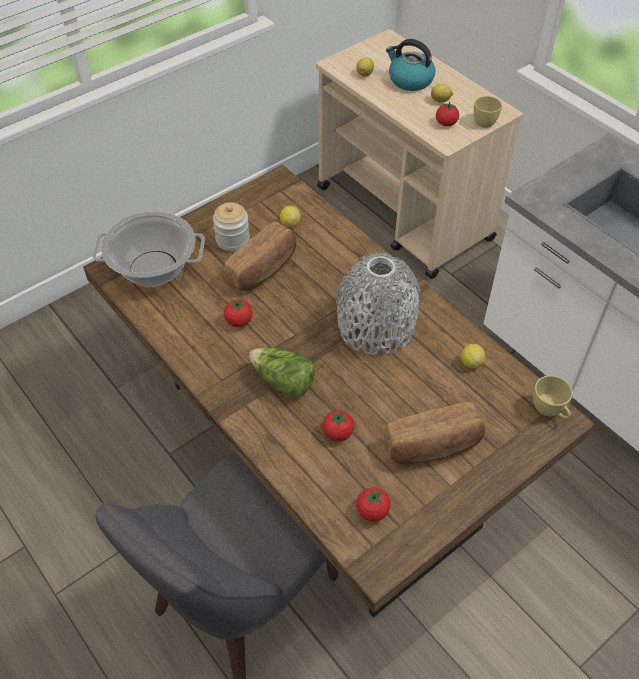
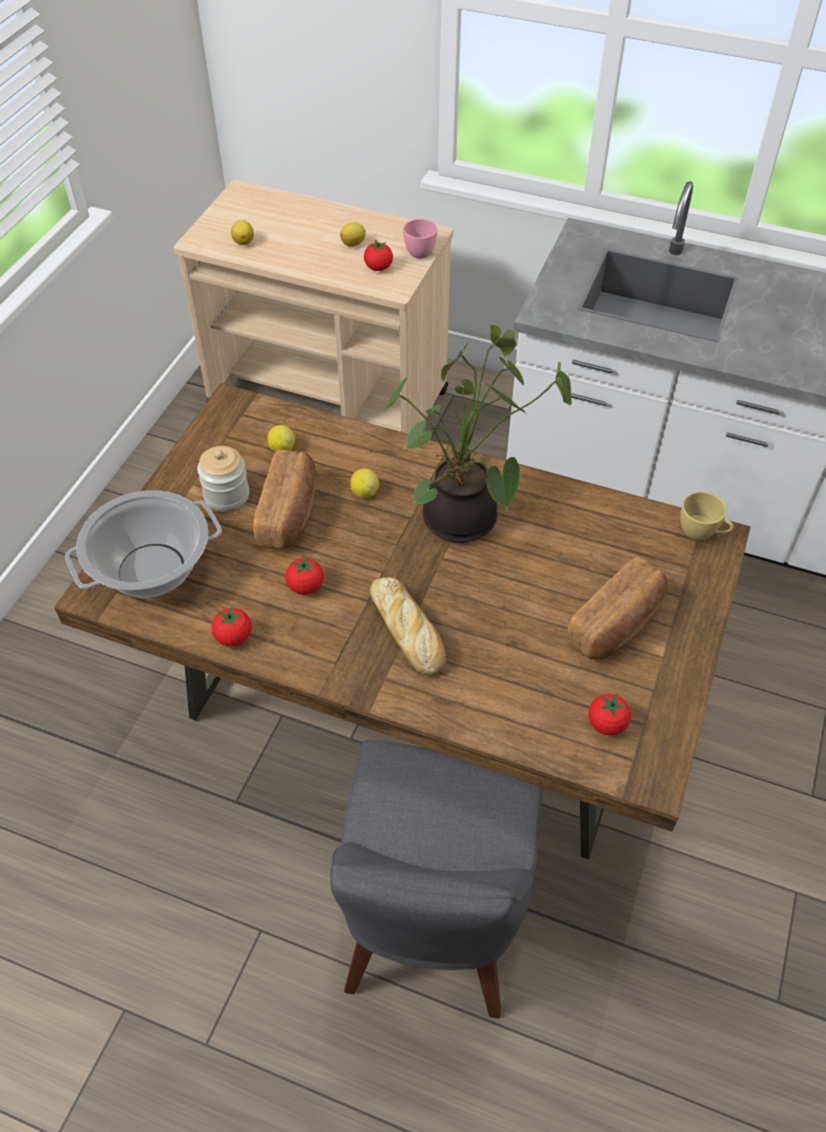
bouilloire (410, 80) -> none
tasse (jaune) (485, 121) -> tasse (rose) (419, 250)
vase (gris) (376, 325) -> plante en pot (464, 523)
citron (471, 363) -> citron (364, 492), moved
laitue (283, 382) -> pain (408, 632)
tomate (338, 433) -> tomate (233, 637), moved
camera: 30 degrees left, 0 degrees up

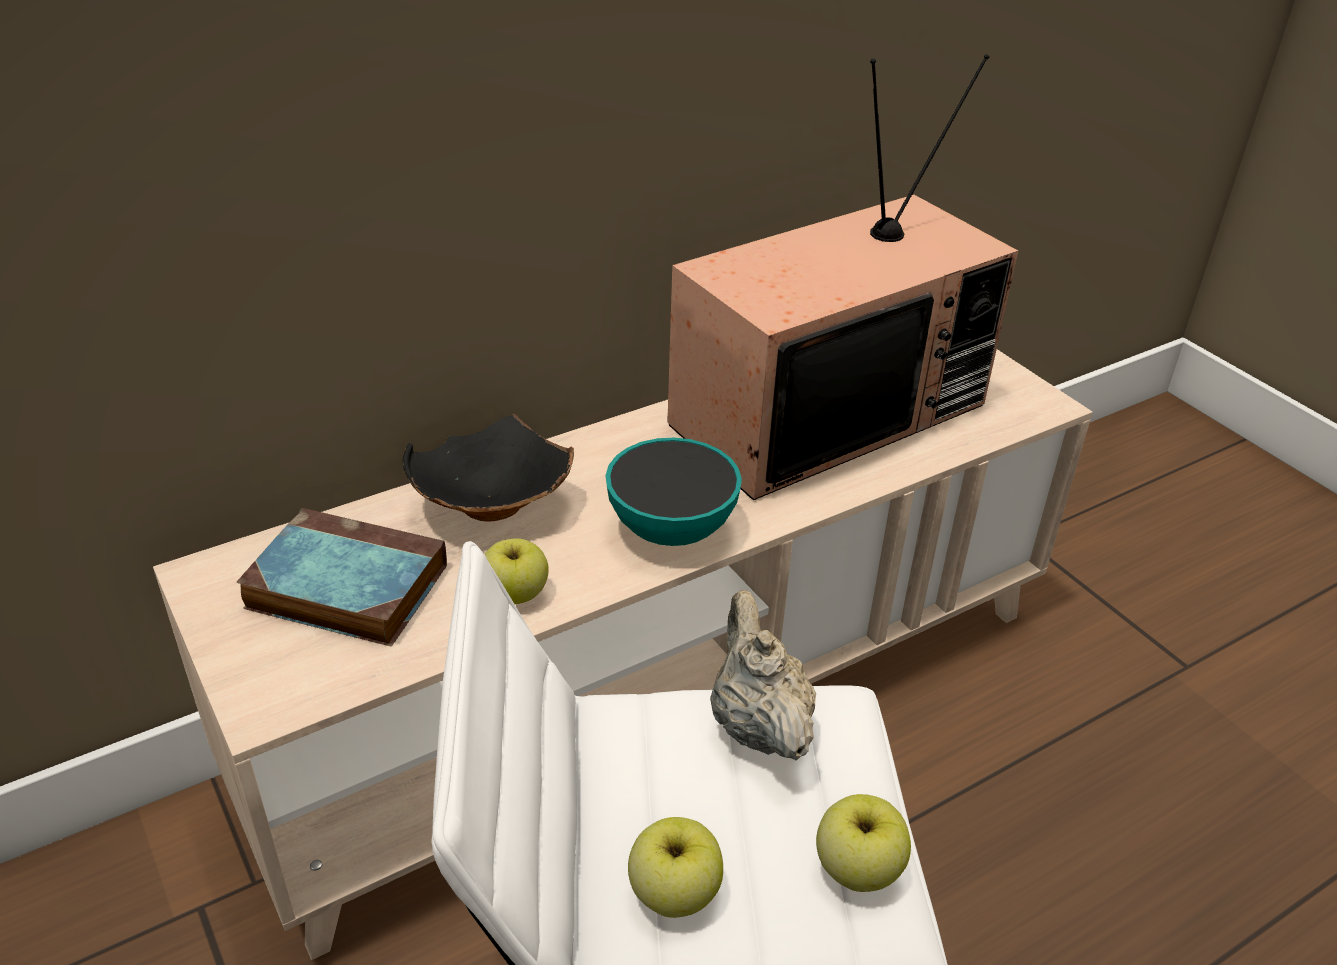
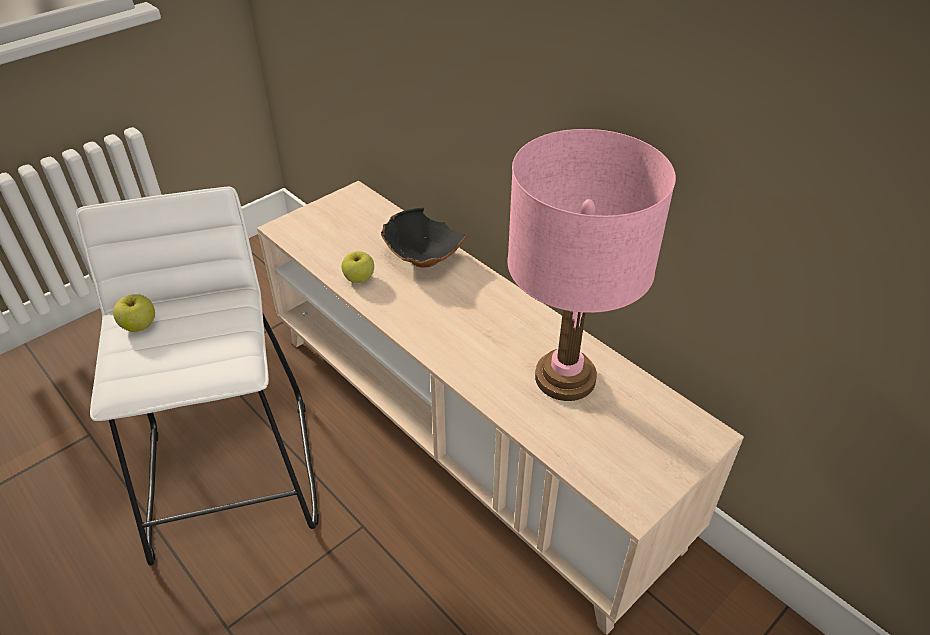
téléviseur (827, 410) -> lampe de table (rose) (565, 378)
bol (671, 529) -> none
livre (342, 587) -> none
théière (beige) (757, 724) -> none
pomme (857, 869) -> none
camera: 80 degrees right, 5 degrees up

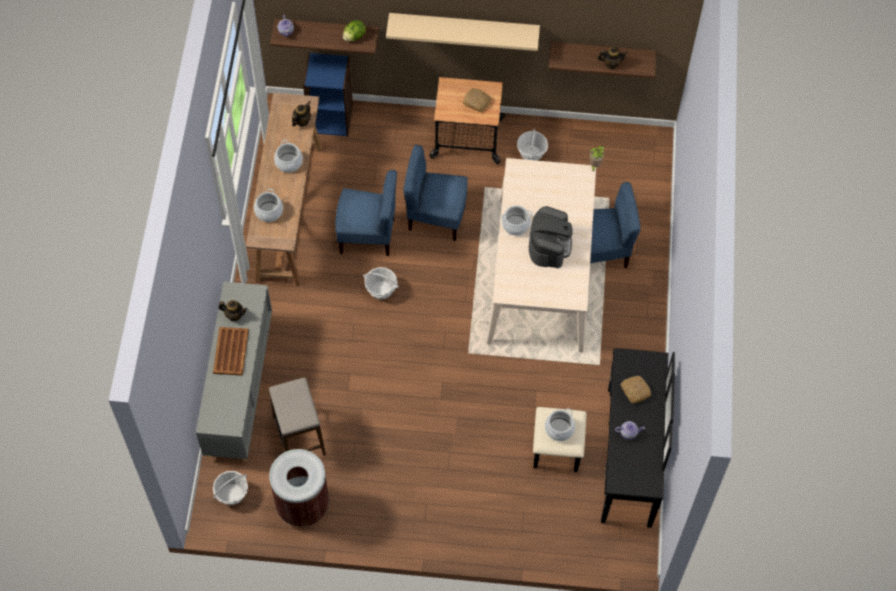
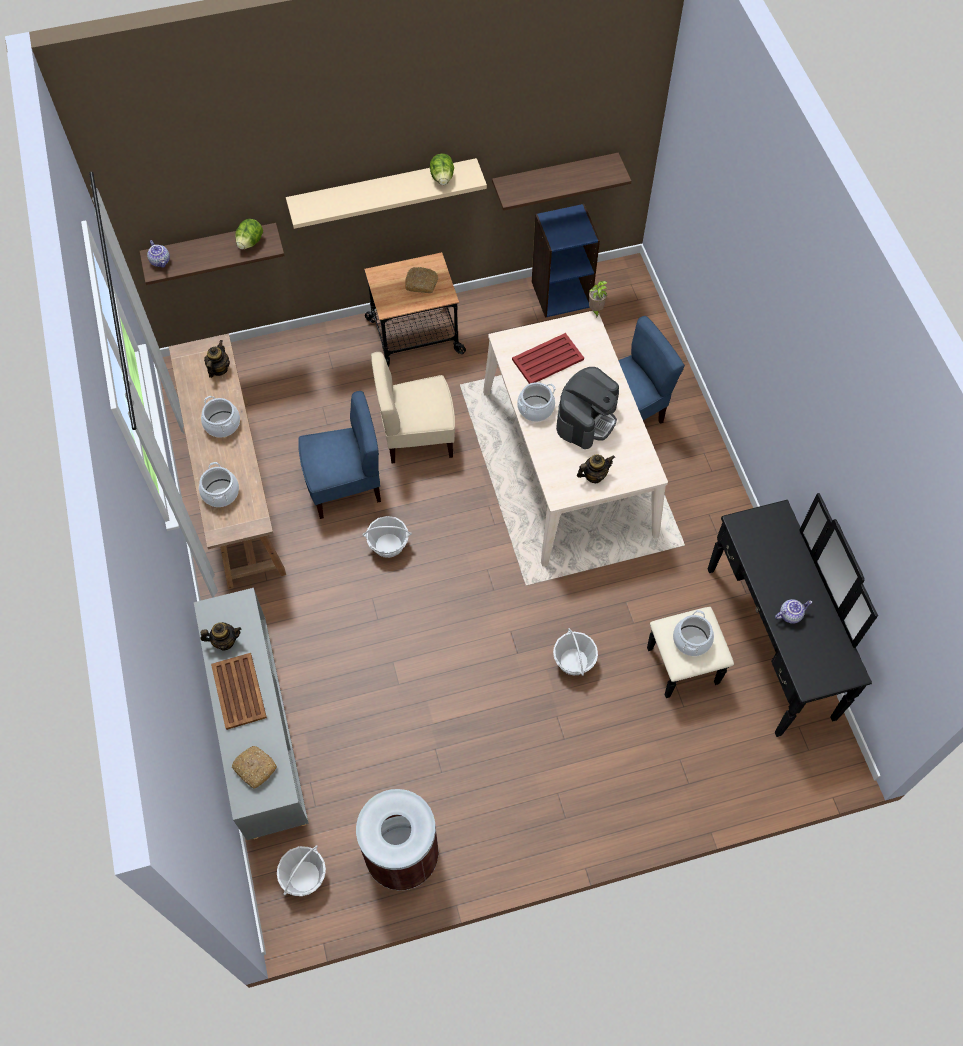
théière (611, 63) -> théière (594, 475), moved
bibliothèque (bleu) (331, 118) -> bibliothèque (bleu) (561, 293), moved
panier (531, 153) -> panier (573, 661), moved
chaise (bleu) (436, 216) -> chaise (beige) (417, 437)
machine à café (549, 245) -> machine à café (586, 419), 45 degrees clockwise
pain (634, 391) -> pain (254, 768), moved
tabouret (299, 436) -> none
none -> laitue (442, 178)
none -> plateau (rouge) (547, 359)
camera: 20 degrees left, 0 degrees up

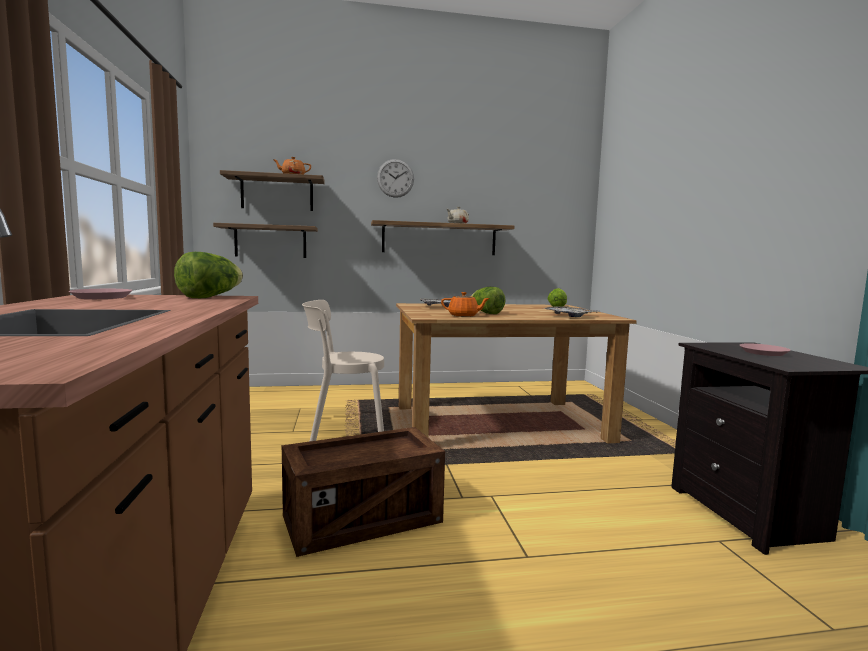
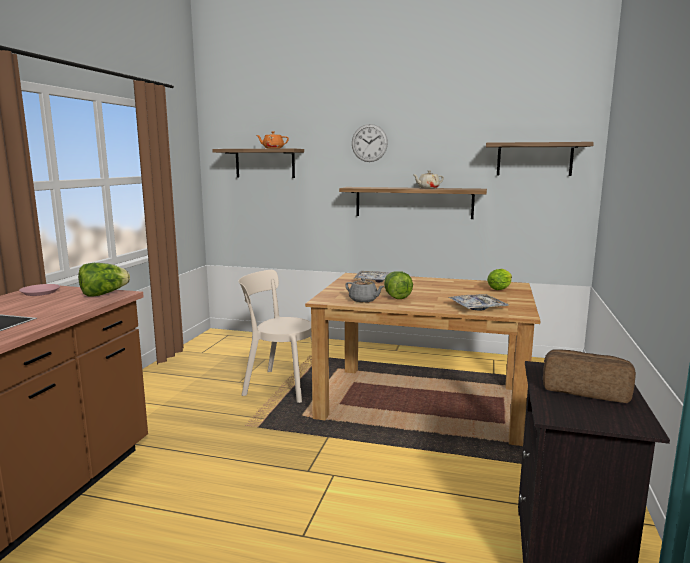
étagère (270, 241) -> étagère (534, 159), moved
théière (orange) (464, 316) -> théière (gris) (364, 300)
assiette (rose) (764, 353) -> pain (586, 390)
caisse (362, 520) -> none
camera: 25 degrees right, 5 degrees up

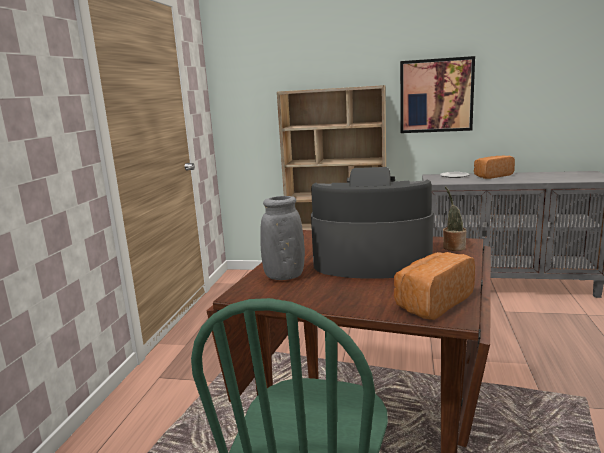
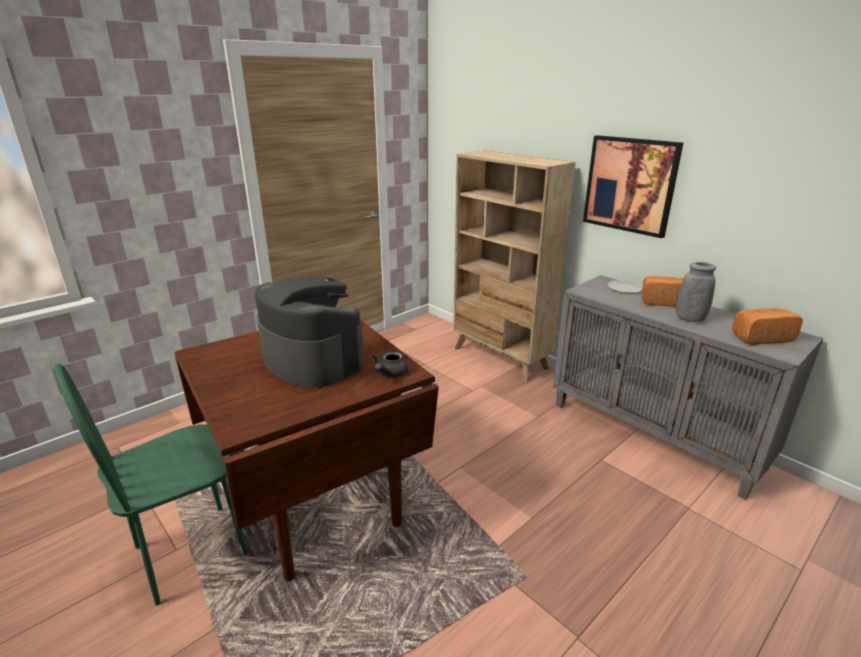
plante en pot (453, 247) -> théière (gris) (389, 374)
vase (gris) (284, 276) -> vase (gris) (690, 318), moved
pain (431, 302) -> pain (759, 337), moved
camera: 35 degrees right, 10 degrees up

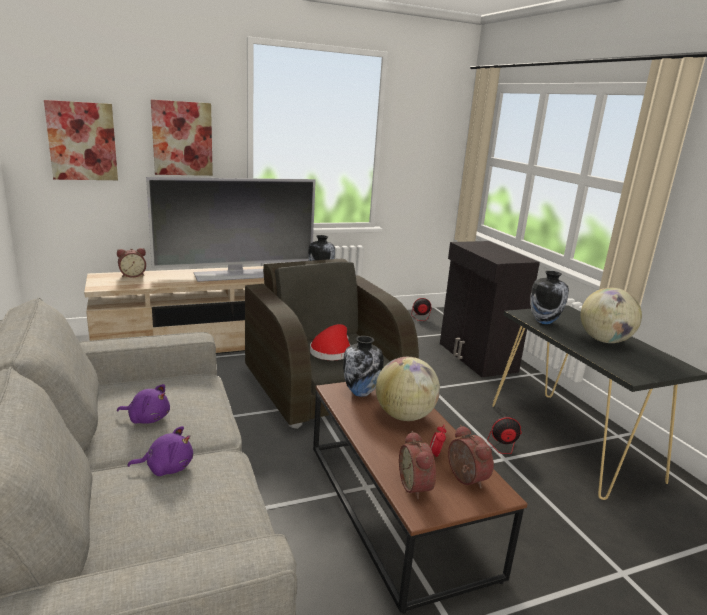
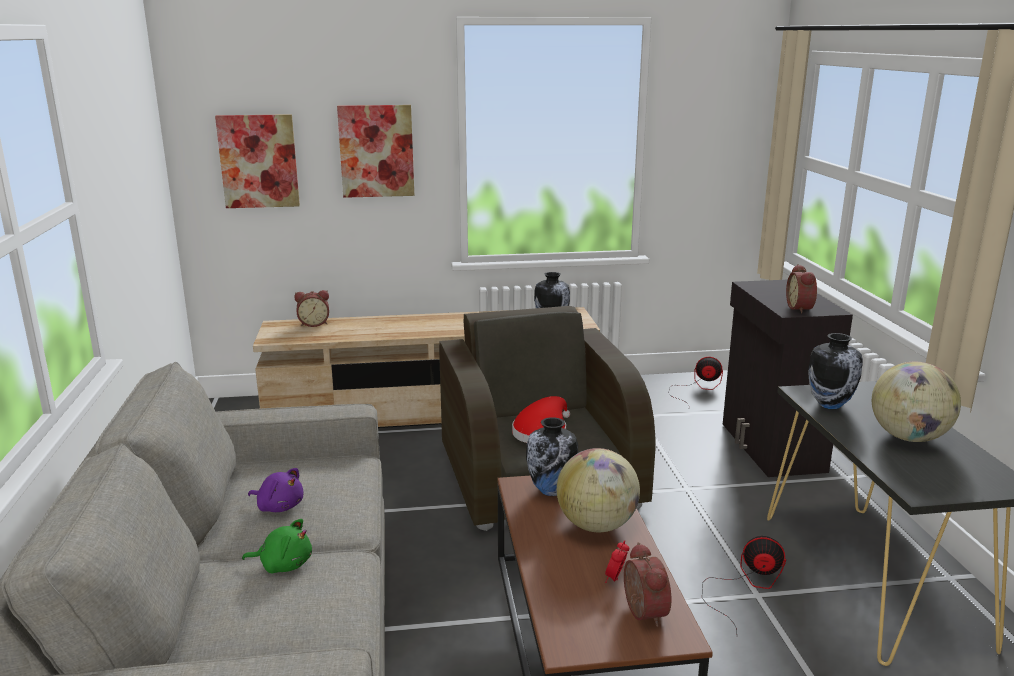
téléviseur (240, 274) -> none
peluche (violet) (166, 467) -> peluche (vert) (283, 564)
réveil (417, 486) -> réveil (801, 308), moved
camera: 15 degrees right, 0 degrees up

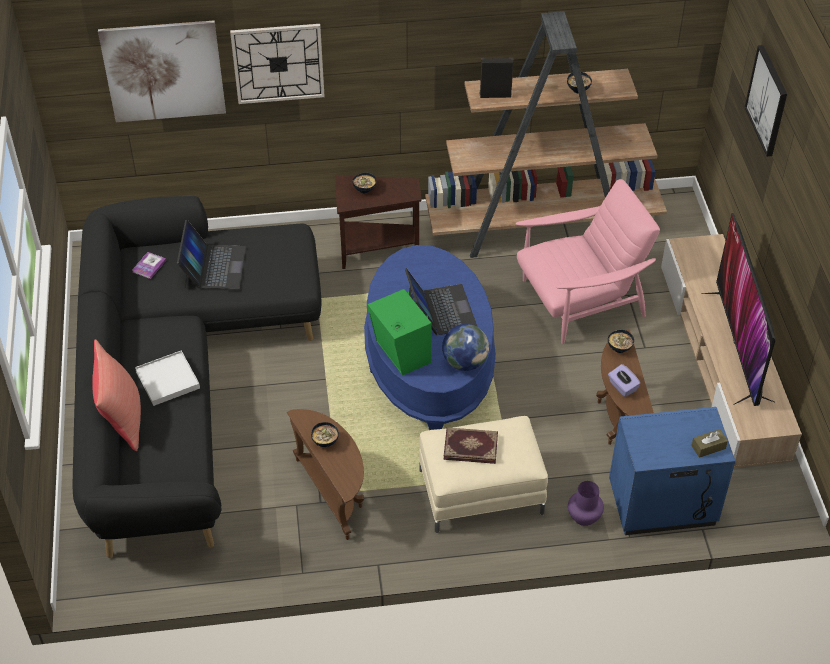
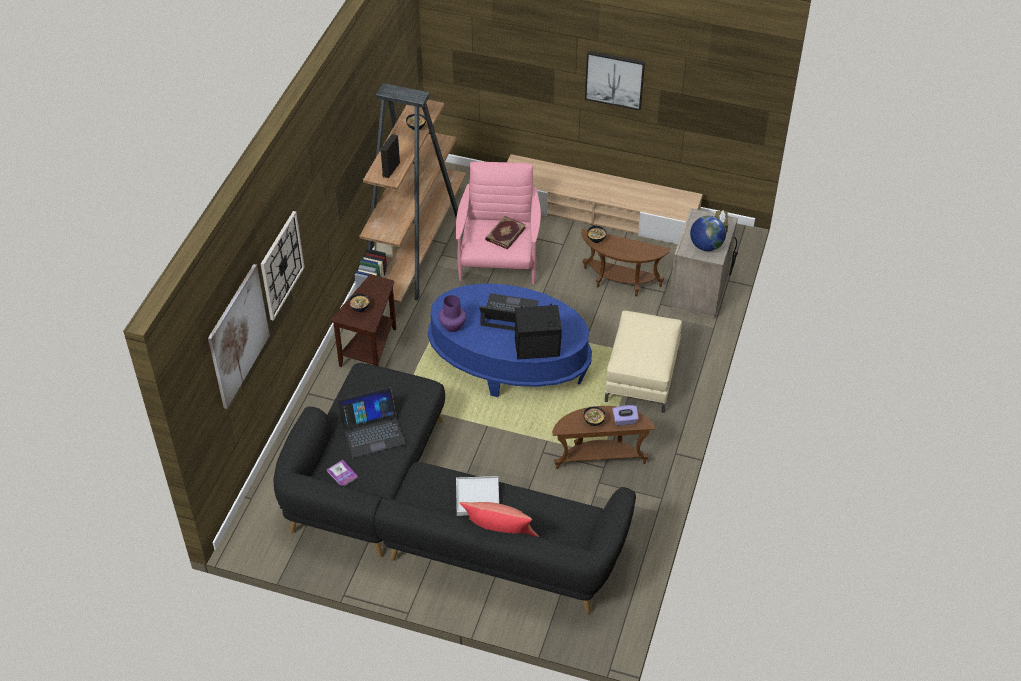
tableau (767, 100) -> tableau (614, 79), moved
téléviseur (738, 346) -> none
ordinateur portable (214, 267) -> ordinateur portable (372, 432), 135 degrees clockwise
enceinte (vert) (401, 354) -> enceinte (noir) (538, 350)
globe (465, 362) -> globe (706, 246), moved
boîte à mouchoirs (violet) (622, 387) -> boîte à mouchoirs (violet) (624, 420), moved
table de chevet (bleu) (662, 505) -> table de chevet (beige) (700, 291)
livre (470, 446) -> livre (505, 233), moved
vase (violet) (583, 517) -> vase (violet) (452, 326), moved
camera: 65 degrees left, 0 degrees up

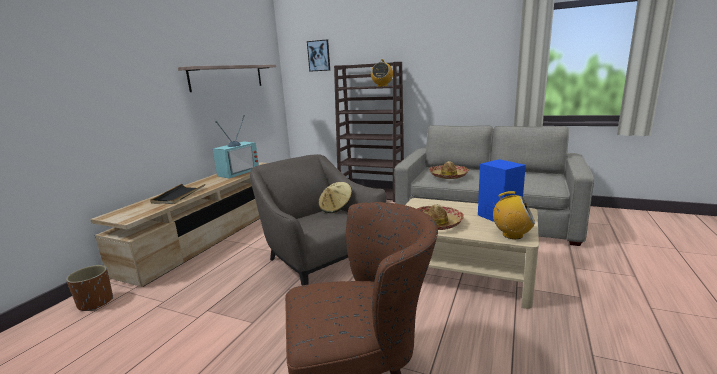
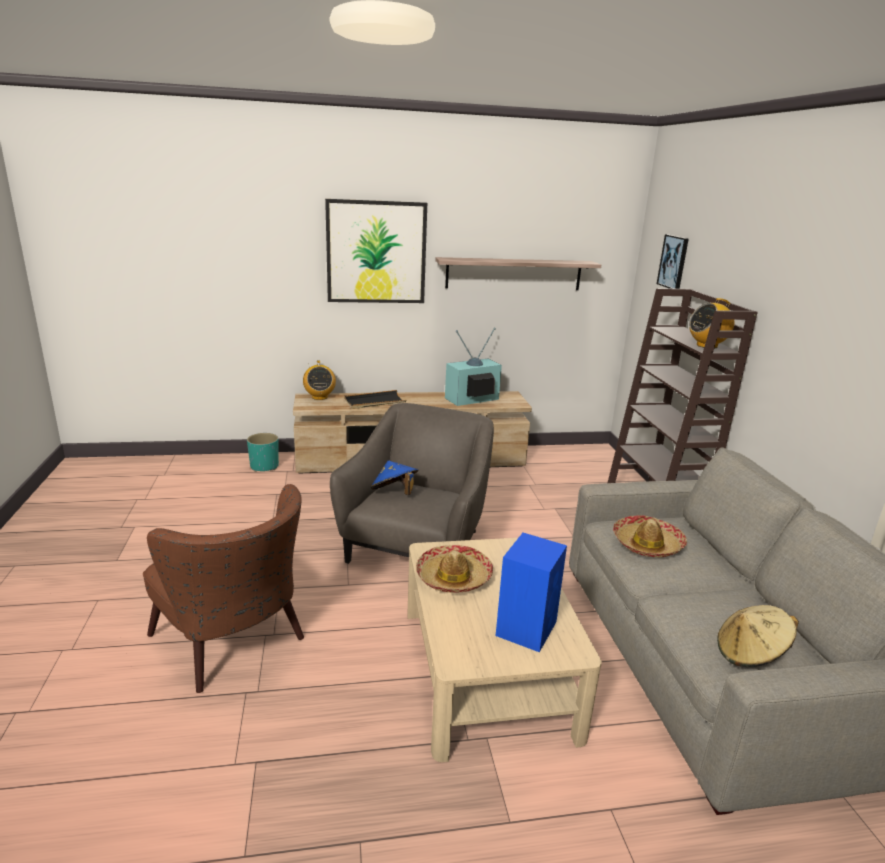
téléviseur (237, 172) -> téléviseur (472, 399), 150 degrees clockwise
chapeau (beige) (336, 208) -> chapeau (beige) (750, 654), moved
radio (512, 235) -> radio (319, 397), moved
cache-pot (marron) (96, 303) -> cache-pot (turquoise) (264, 466)
none -> tableau (376, 252)
none -> chapeau (bleu) (394, 493)
camera: 55 degrees right, 5 degrees up

